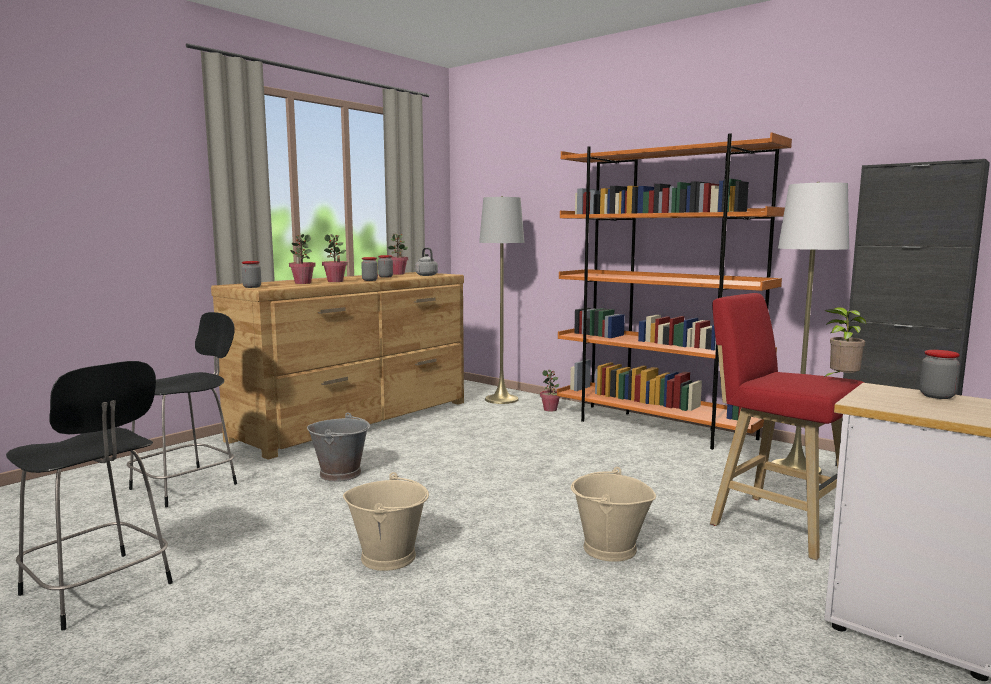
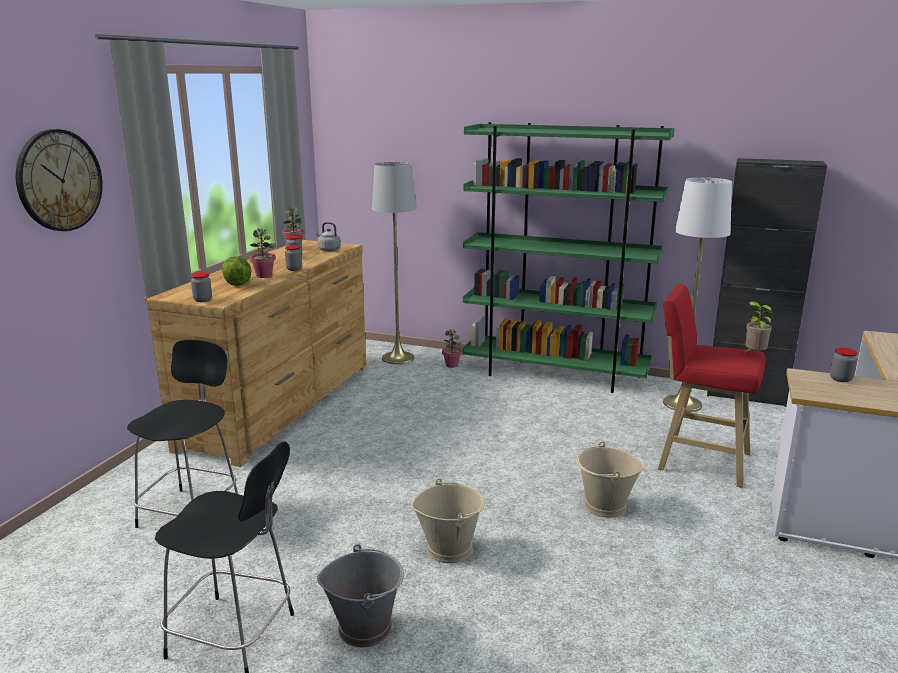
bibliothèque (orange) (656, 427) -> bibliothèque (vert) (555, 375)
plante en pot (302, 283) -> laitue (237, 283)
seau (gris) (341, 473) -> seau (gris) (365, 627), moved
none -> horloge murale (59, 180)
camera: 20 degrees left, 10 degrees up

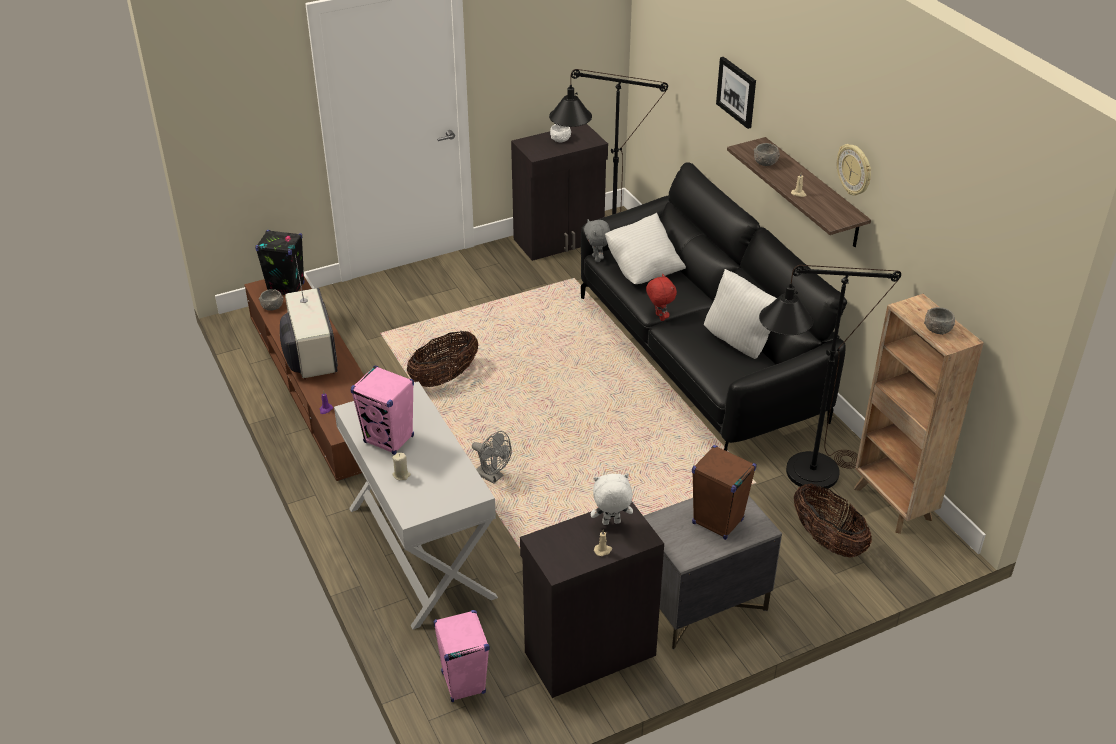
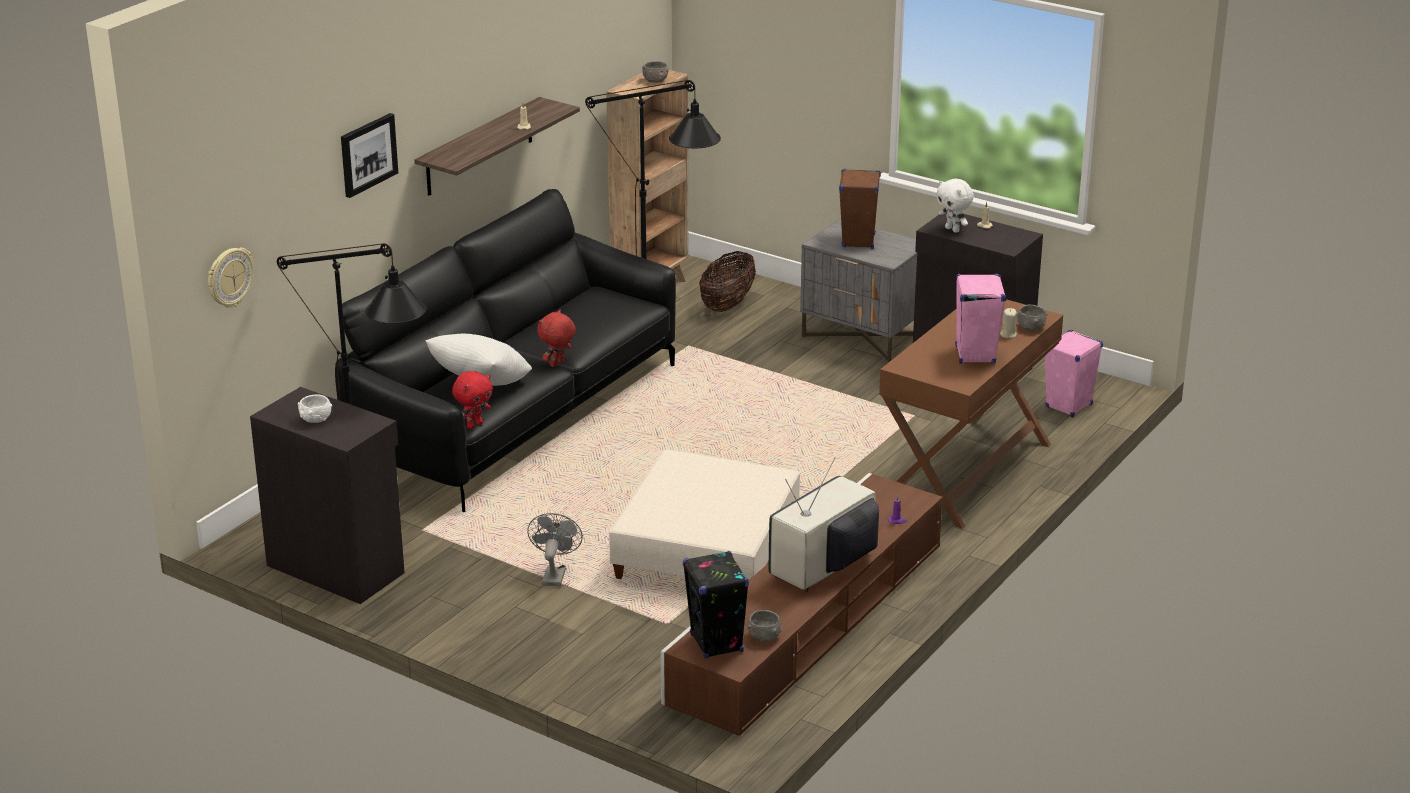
bol (gris) (765, 162) -> bol (gris) (1030, 327), moved
horloge murale (854, 170) -> horloge murale (229, 277), moved
peluche (gris) (597, 259) -> peluche (rouge) (474, 425)
coussin (blanc) (740, 343) -> none
panier (444, 378) -> pouf (beige) (706, 549)
table console (blanc) (419, 551) -> table console (marron) (966, 472)
ventilateur (gris) (492, 476) -> ventilateur (gris) (554, 574), moved
camera: 120 degrees left, 10 degrees down

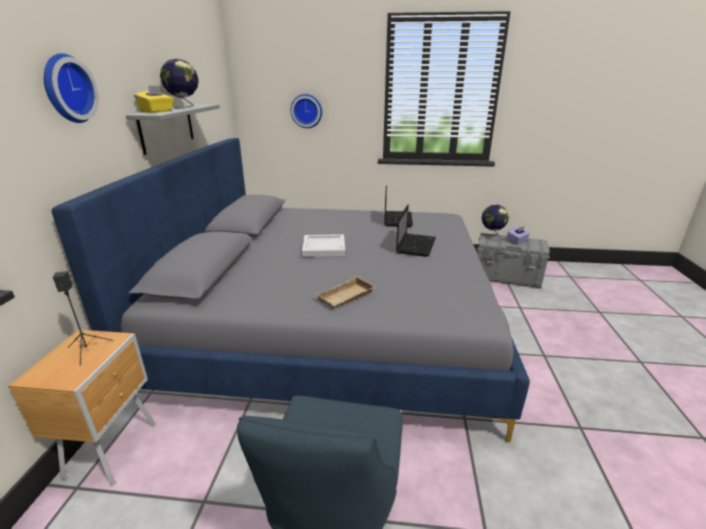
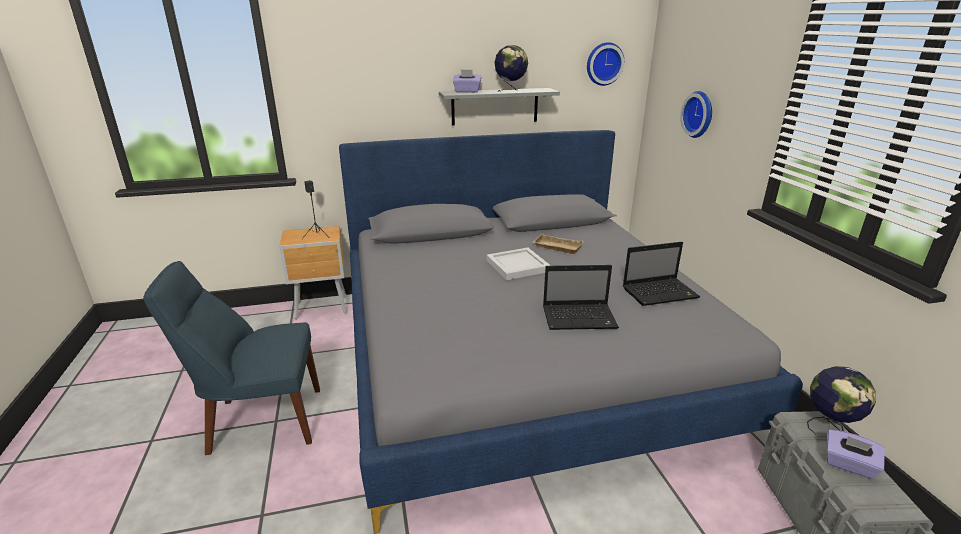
horloge murale (66, 89) -> horloge murale (603, 64), moved
boîte à mouchoirs (jaune) (157, 111) -> boîte à mouchoirs (violet) (467, 91)
plateau (beige) (346, 297) -> plateau (beige) (556, 247), moved
camera: 70 degrees right, 0 degrees up

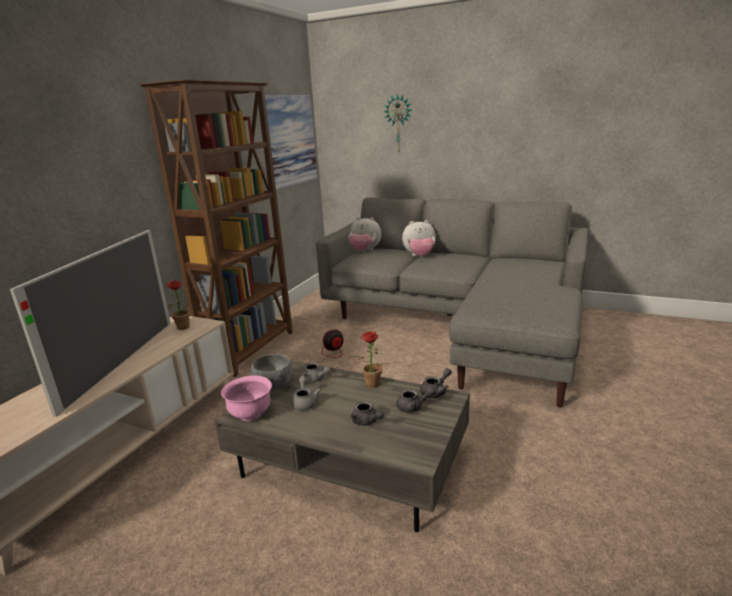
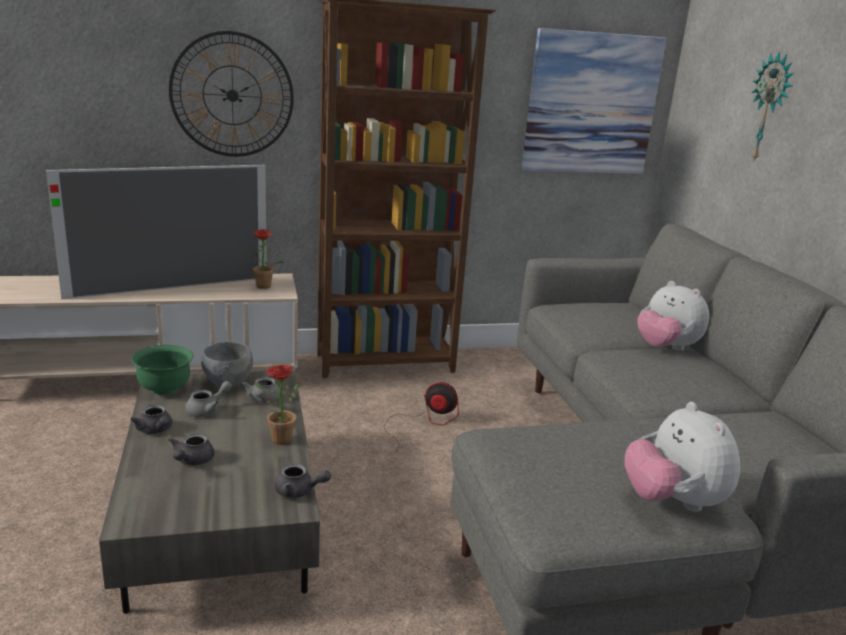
peluche (364, 251) -> peluche (673, 502), moved
bol (rose) (250, 414) -> bol (vert) (164, 389)
théière (gris) (413, 407) -> théière (gris) (156, 430), moved
none -> horloge murale (232, 95)
camera: 50 degrees right, 0 degrees up

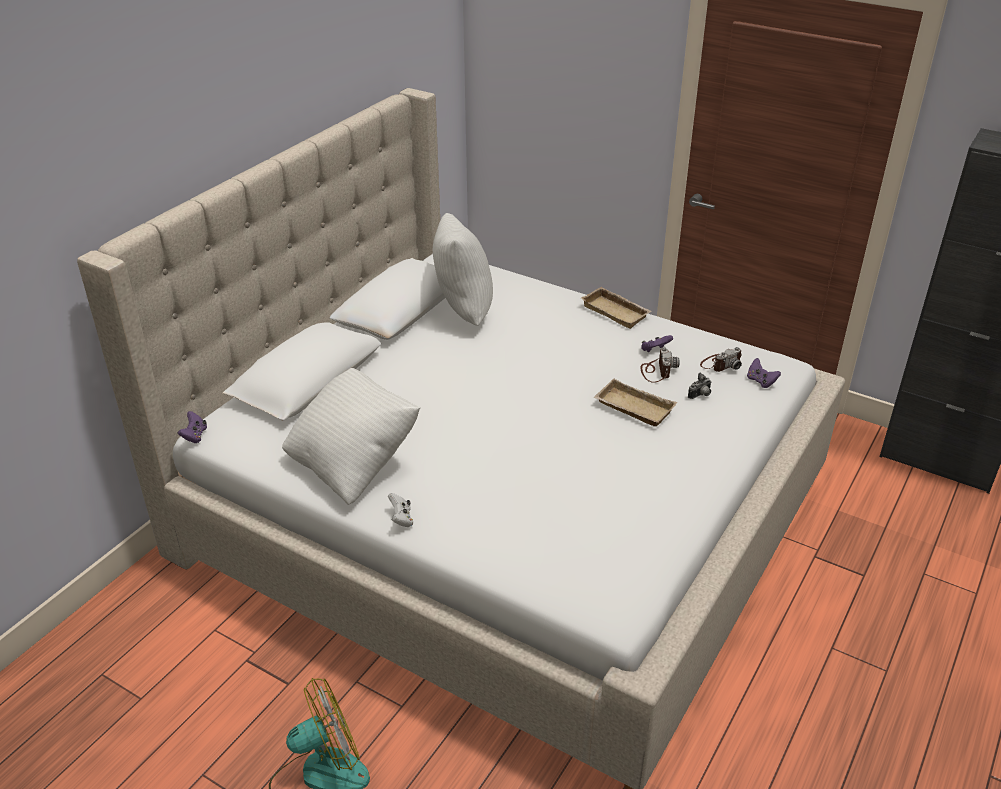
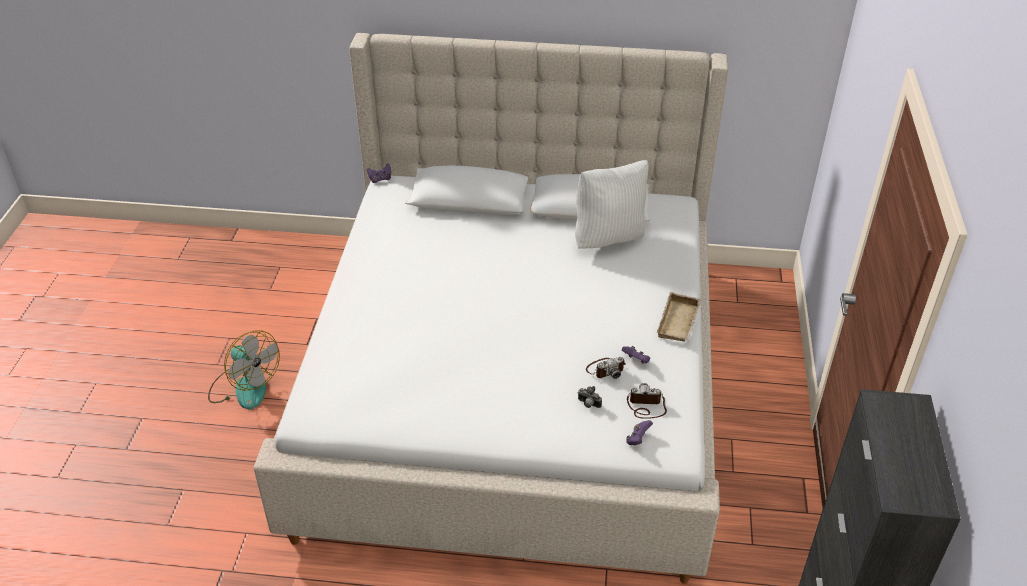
appareil photo (720, 364) -> appareil photo (646, 407), 150 degrees clockwise
coussin (blanc) (354, 463) -> none
plateau (beige) (632, 408) -> none
manette (blanc) (401, 519) -> none
camera: 65 degrees right, 5 degrees up

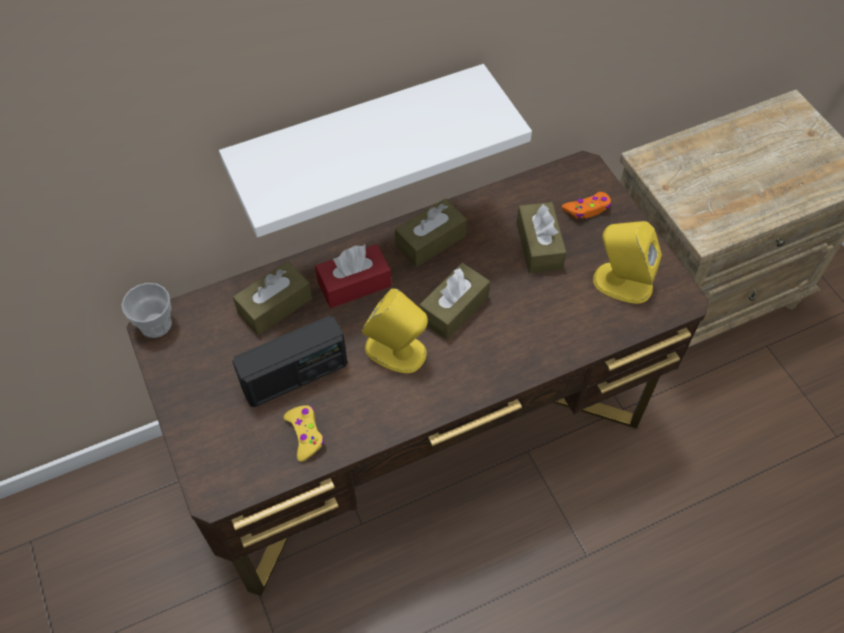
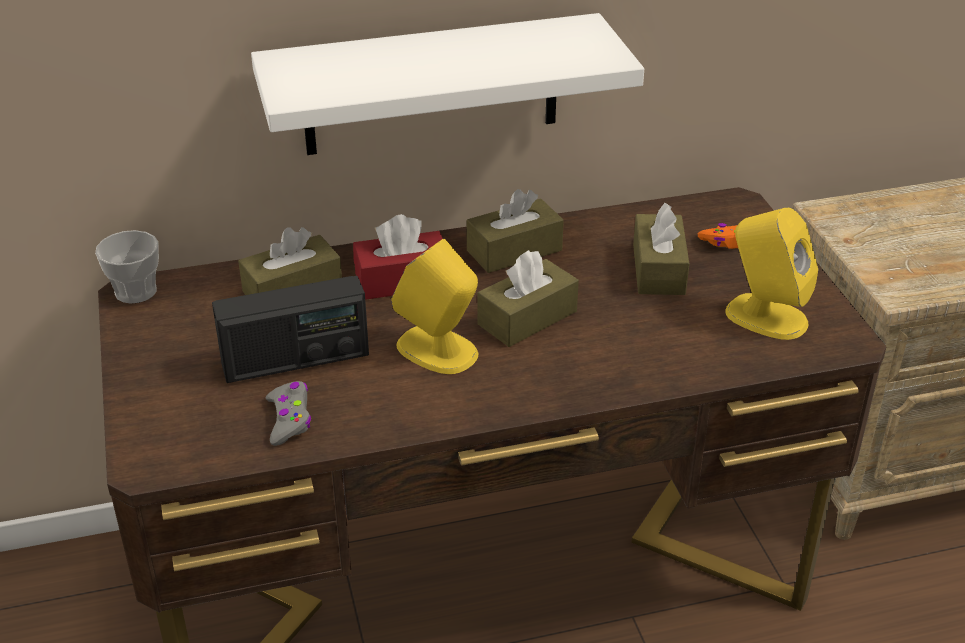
manette (jaune) (305, 434) -> manette (gris) (289, 419)
camera: 10 degrees right, 20 degrees down

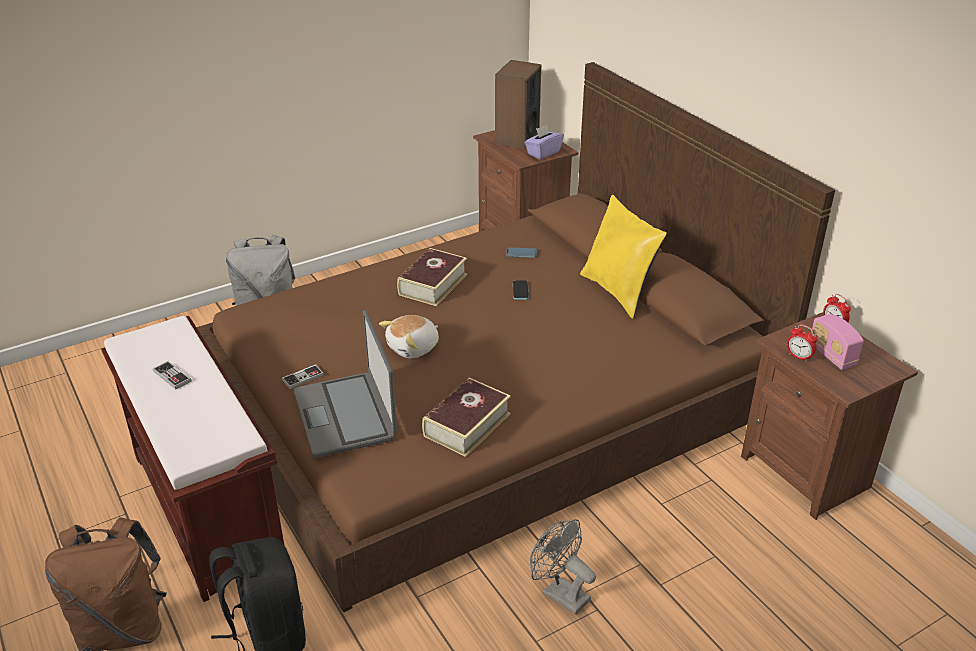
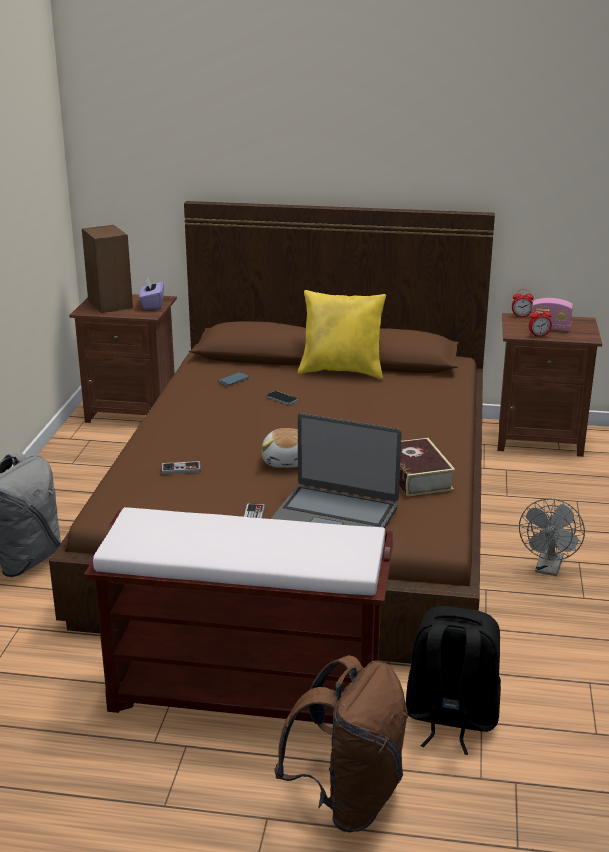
livre (433, 284) -> none
manette (172, 376) -> manette (181, 469), moved
ventilateur (gris) (560, 593) -> ventilateur (gris) (548, 569), 60 degrees counterclockwise
camera: 50 degrees left, 10 degrees down

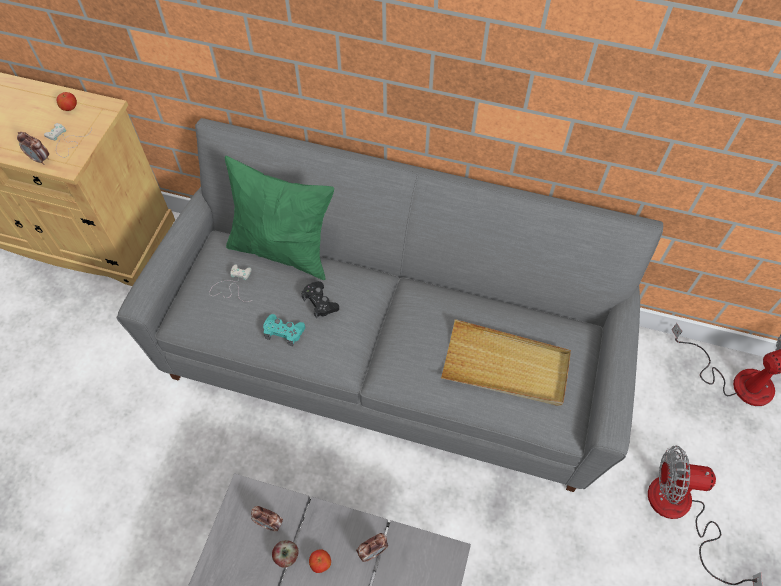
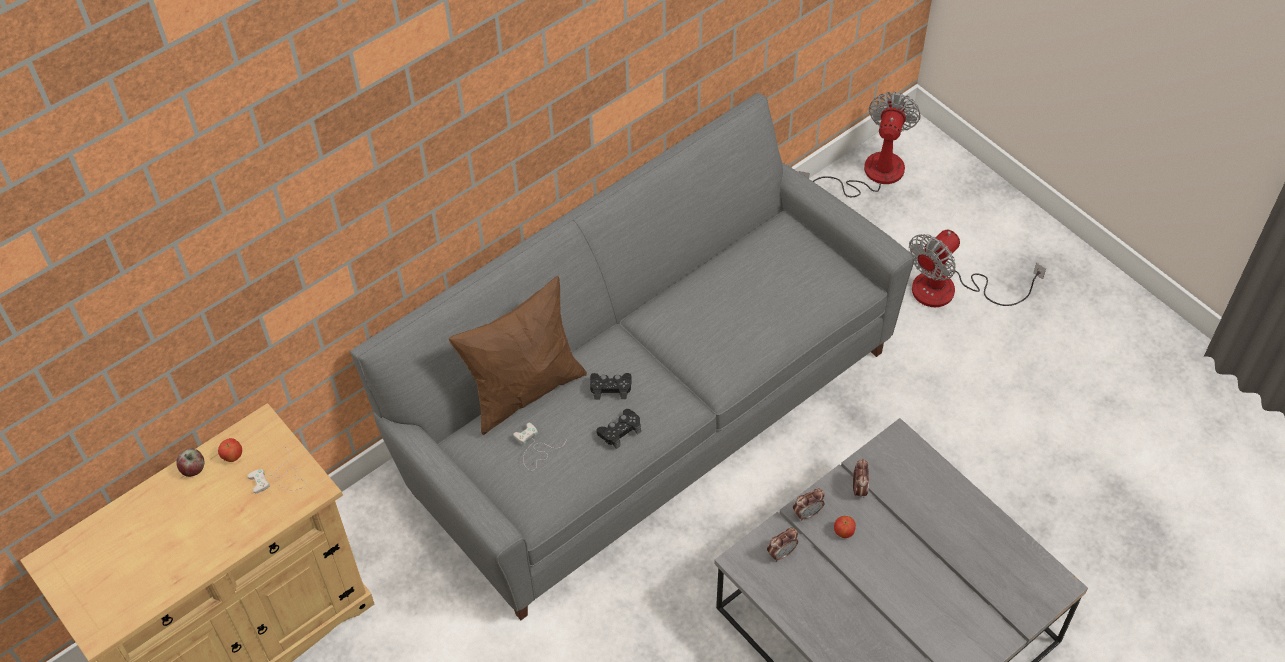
réveil (40, 159) -> réveil (807, 513), moved
coussin (vert) (283, 250) -> coussin (marron) (524, 390)
manette (turquoise) (284, 331) -> manette (noir) (620, 431)
plateau (beige) (505, 366) -> none
pomme (286, 556) -> pomme (193, 469), moved
camera: 55 degrees left, 5 degrees down

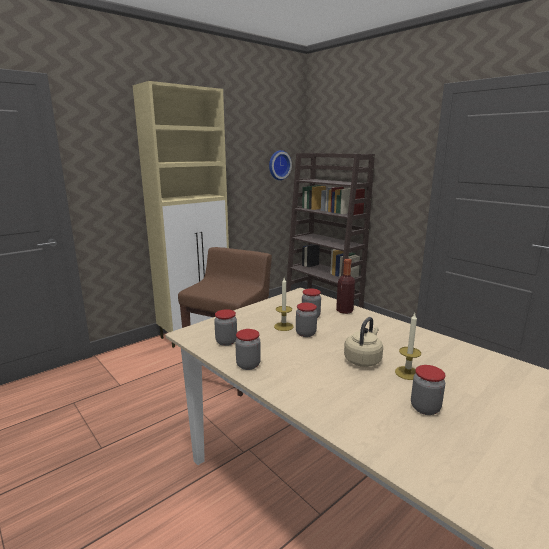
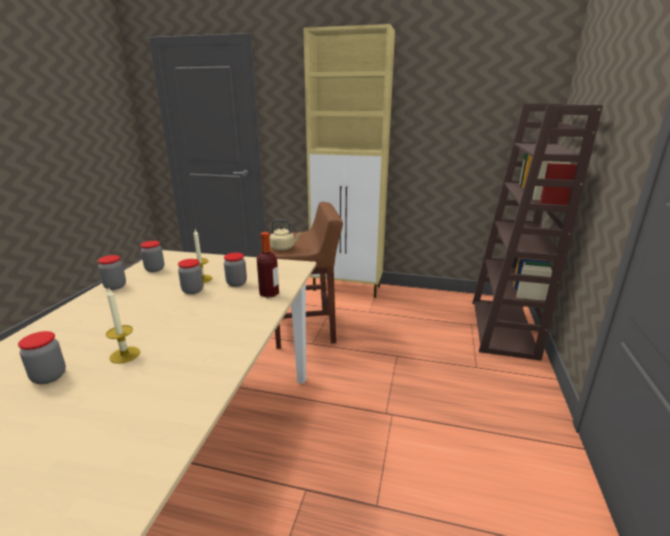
horloge murale (278, 165) -> none
bouilloire (beige) (363, 360) -> bouilloire (beige) (284, 248), moved
camera: 55 degrees right, 5 degrees up

